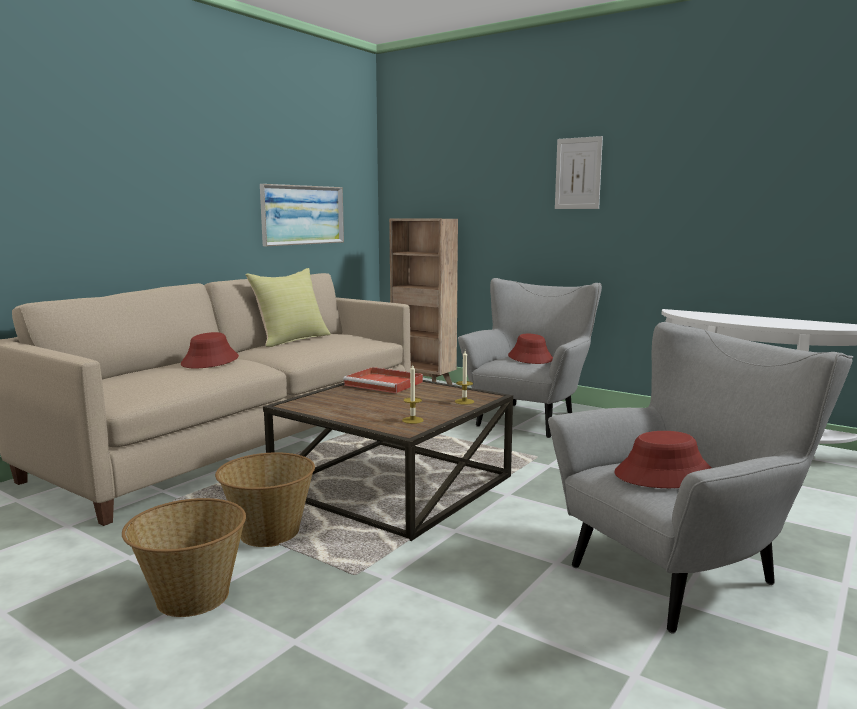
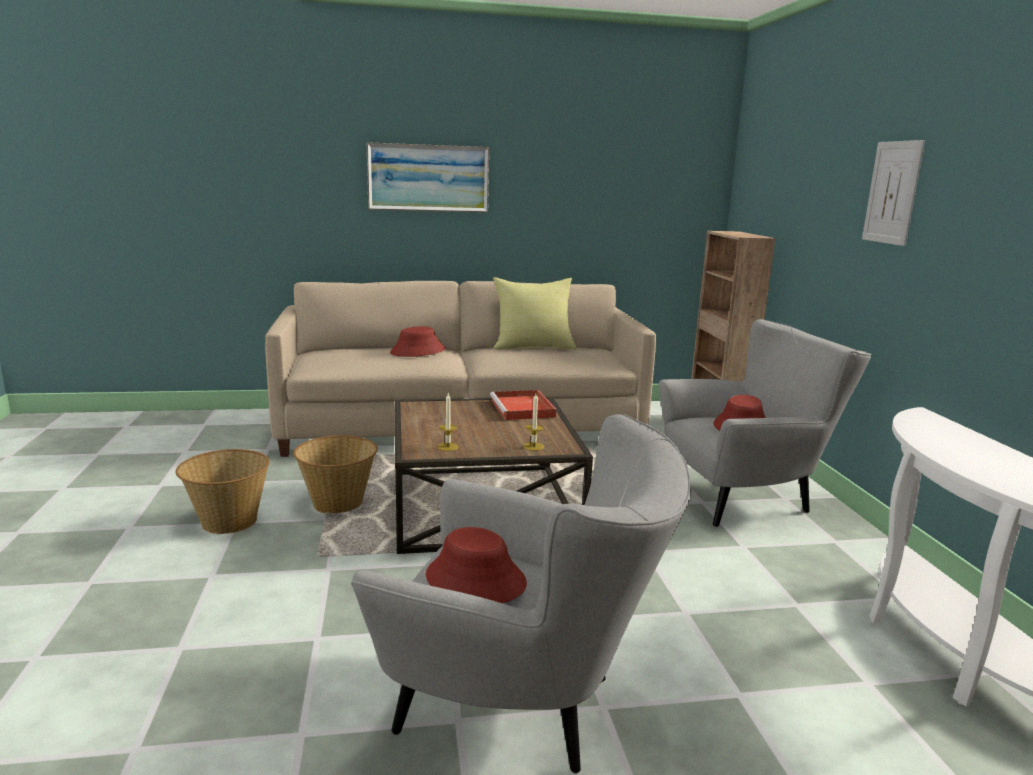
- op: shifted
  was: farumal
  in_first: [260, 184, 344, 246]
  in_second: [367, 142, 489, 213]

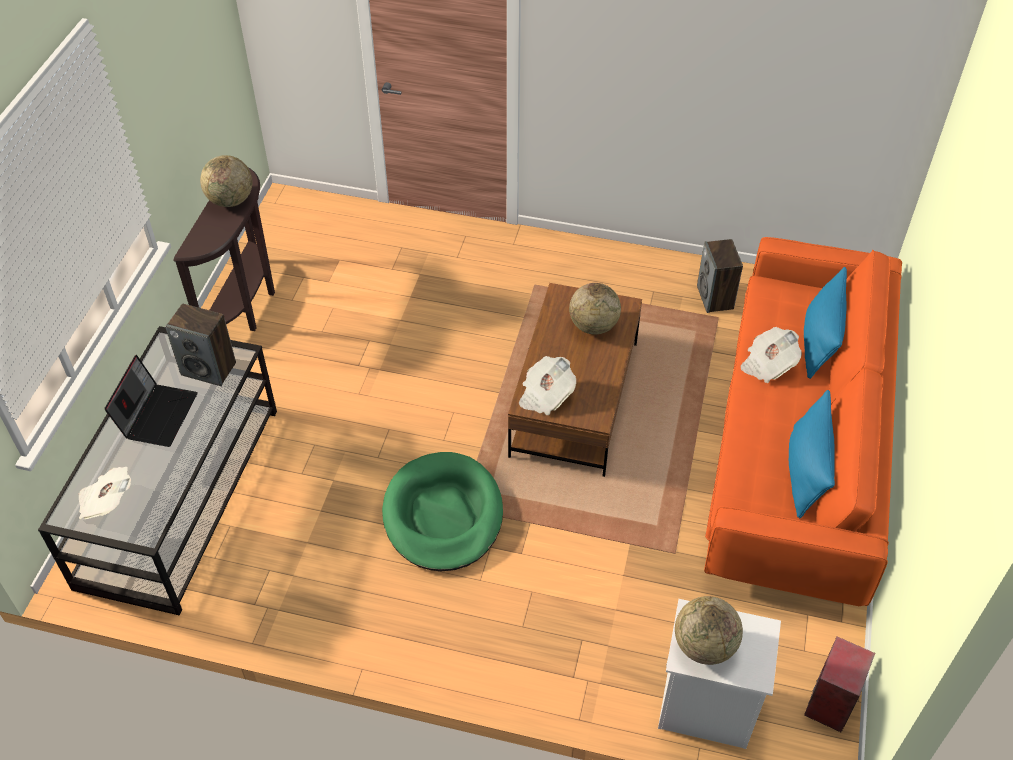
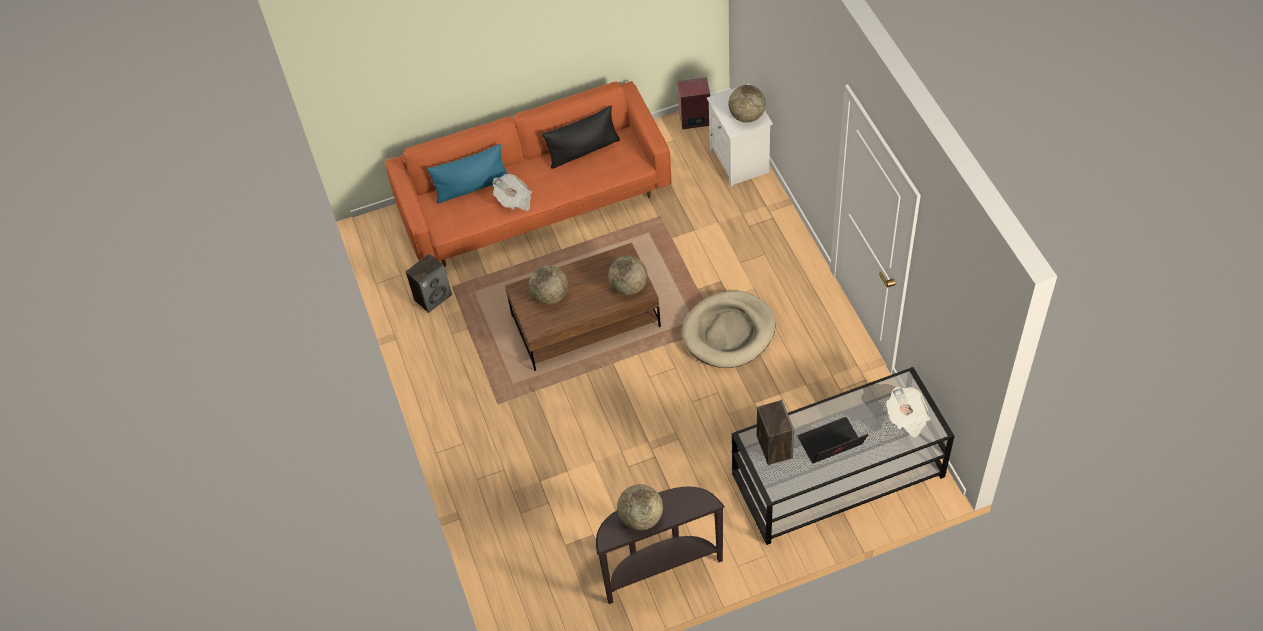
- op: swapped
  was: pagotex
  now: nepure
  in_first: [519, 356, 576, 415]
  in_second: [608, 256, 647, 295]
- op: repainted
  was: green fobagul
  now: beige fobagul
  in_first: [382, 452, 503, 571]
  in_second: [682, 291, 776, 368]
- op: repainted
  was: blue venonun
  now: black venonun
  in_first: [789, 390, 835, 518]
  in_second: [542, 105, 620, 169]

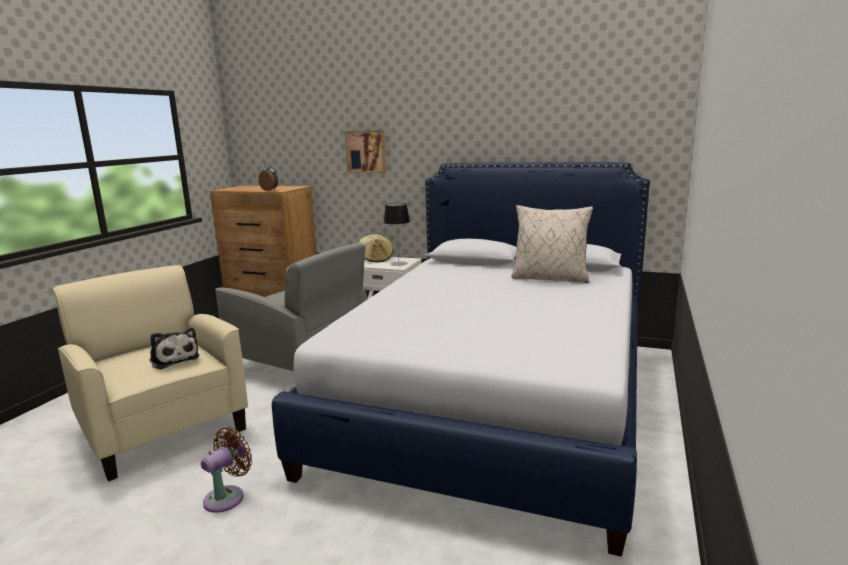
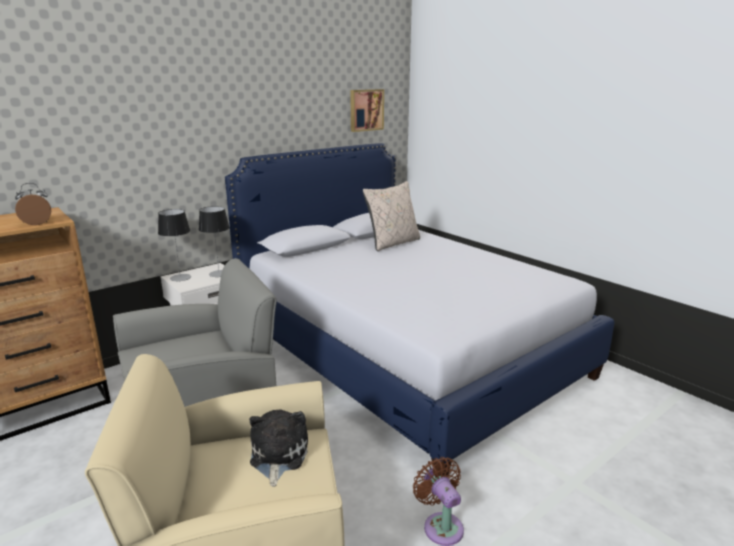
- op: shifted
  was: farumal
  in_first: [345, 130, 386, 173]
  in_second: [350, 89, 384, 132]
- op: swapped
  was: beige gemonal
  now: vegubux
  in_first: [359, 235, 393, 263]
  in_second: [158, 209, 191, 282]
- op: rotated
  was: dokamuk
  in_first: [149, 328, 199, 369]
  in_second: [249, 409, 308, 487]
  clockwise: -75

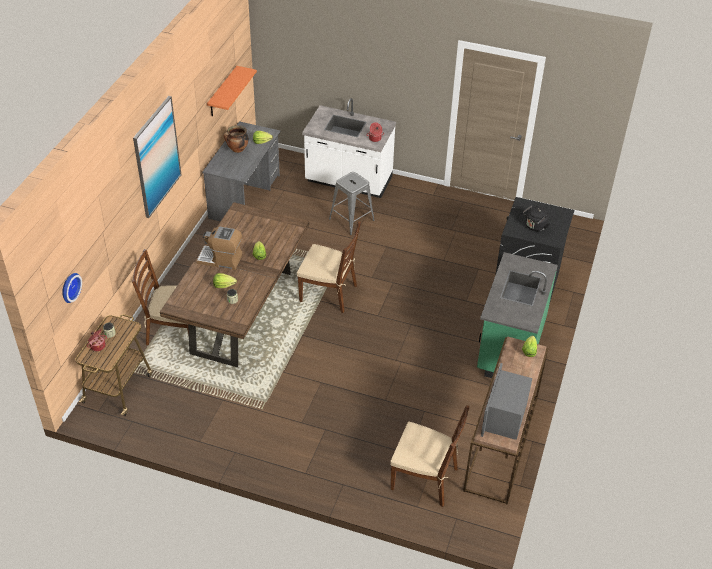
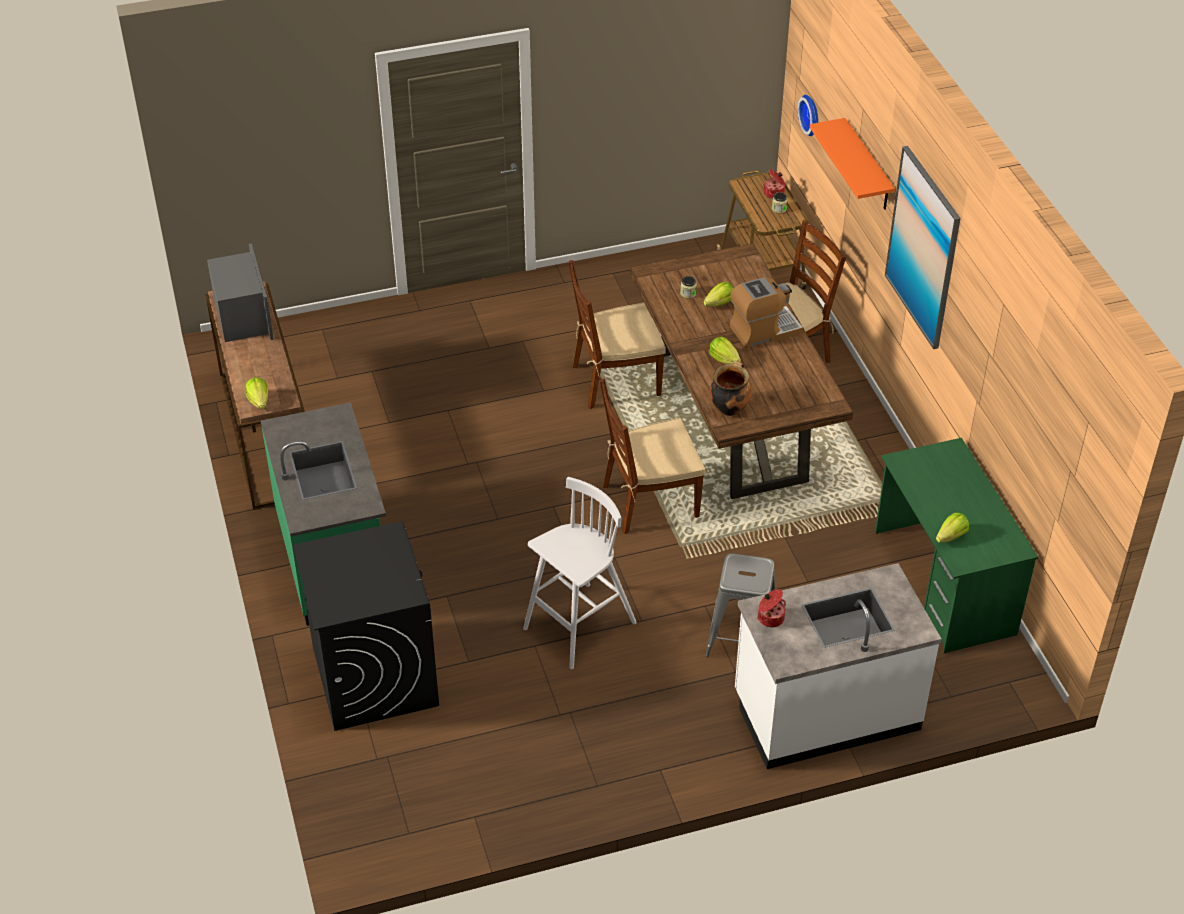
- op: gone
  was: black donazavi
  in_first: [523, 205, 550, 231]
- op: new
  now: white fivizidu
  in_second: [523, 477, 637, 669]
- op: shifted
  was: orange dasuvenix
  in_first: [207, 66, 257, 116]
  in_second: [810, 118, 895, 210]
- op: shifted
  was: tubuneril
  in_first: [224, 125, 249, 153]
  in_second: [710, 361, 752, 416]
- op: shifted
  was: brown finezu
  in_first: [390, 405, 469, 507]
  in_second: [569, 260, 666, 409]
- op: repainted
  was: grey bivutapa
  now: green bivutapa
  in_first: [202, 121, 280, 222]
  in_second: [875, 438, 1038, 653]

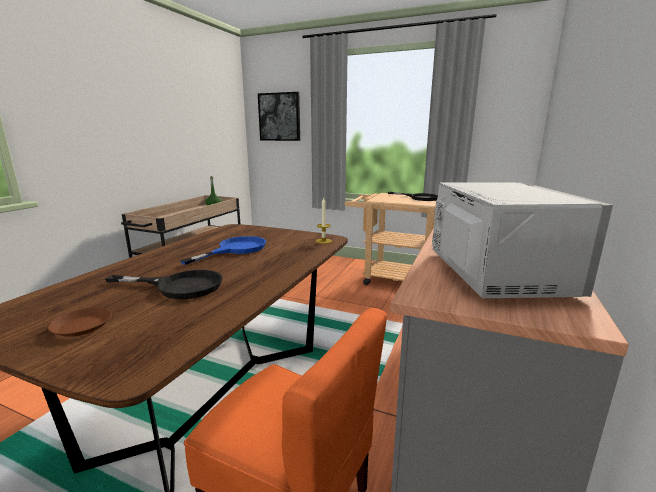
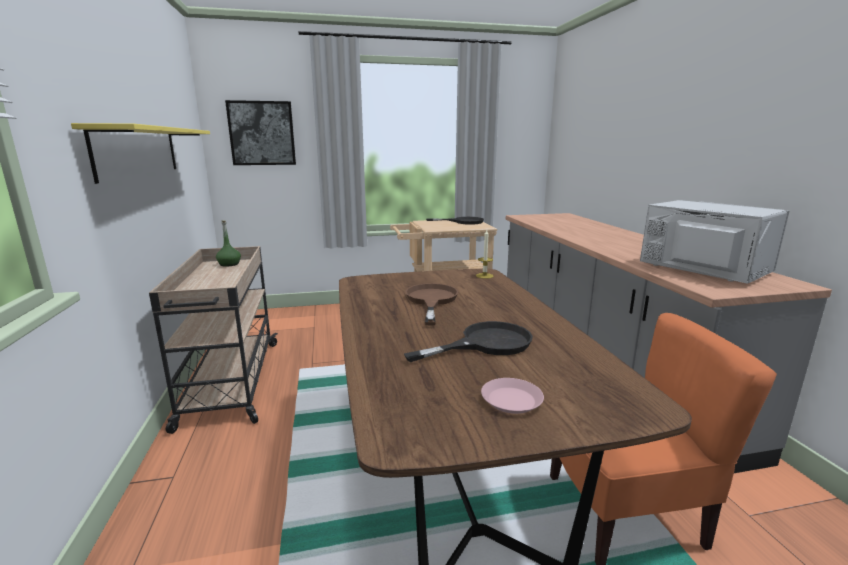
- op: new
  now: yellow dasuvenix
  in_second: [71, 123, 210, 184]
- op: repainted
  was: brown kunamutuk
  now: pink kunamutuk
  in_first: [48, 307, 112, 337]
  in_second: [481, 378, 544, 414]
- op: repainted
  was: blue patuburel
  now: brown patuburel
  in_first: [180, 236, 266, 265]
  in_second: [405, 283, 458, 326]

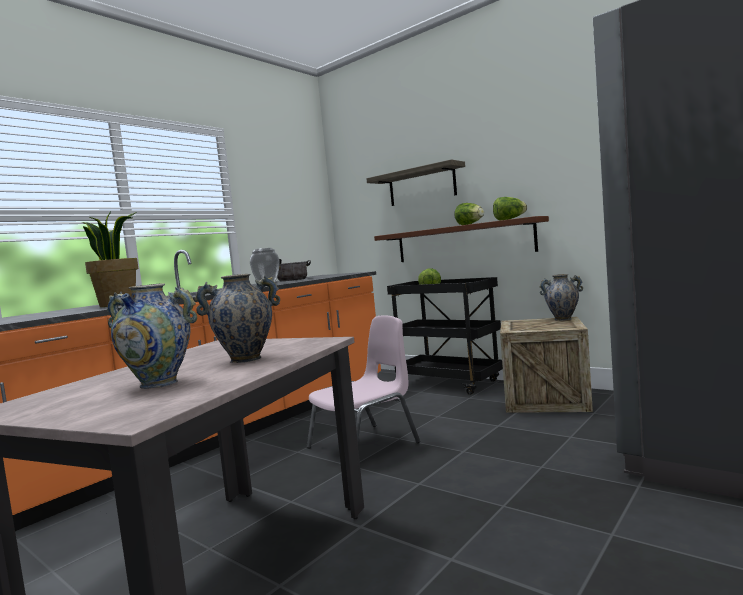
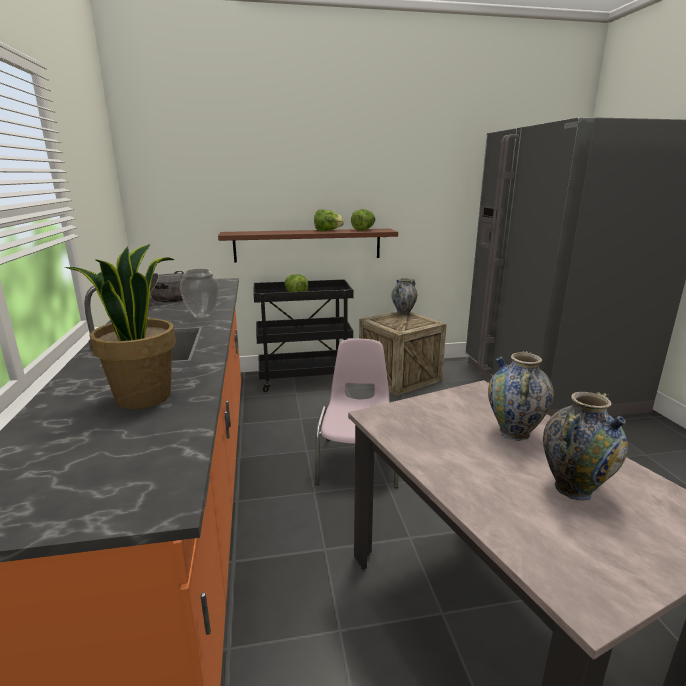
- op: gone
  was: dasuvenix
  in_first: [366, 160, 465, 206]

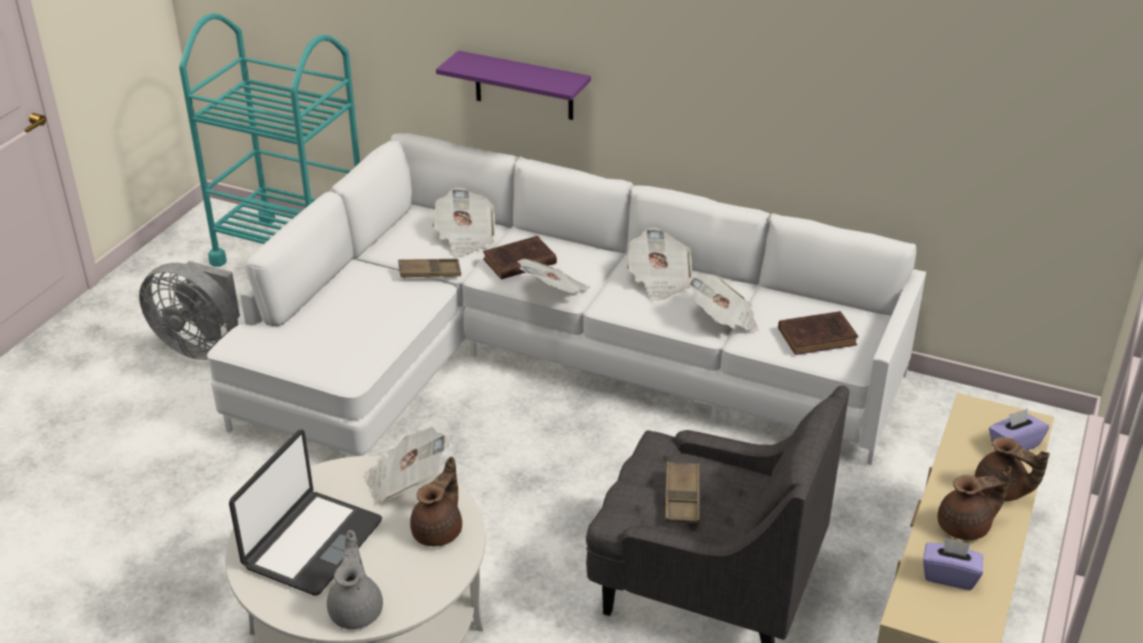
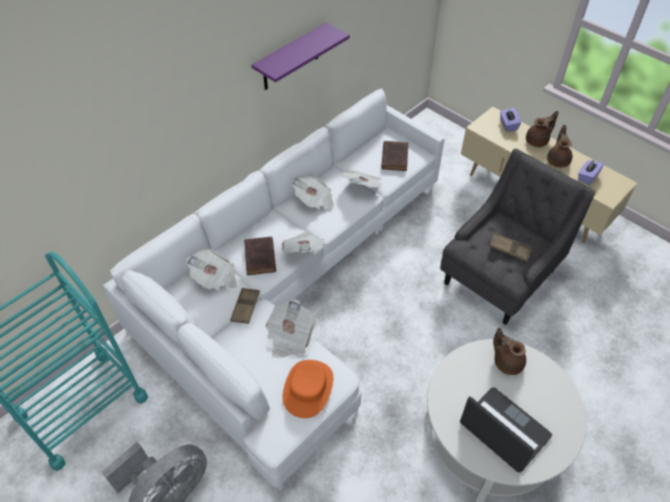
- op: gone
  was: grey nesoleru
  in_first: [327, 530, 383, 629]
- op: new
  now: orange gemonal
  in_second: [283, 360, 333, 418]
- op: shifted
  was: pagotex
  in_first: [363, 427, 449, 502]
  in_second: [266, 300, 315, 358]
- op: shifted
  was: purple dasuvenix
  in_first: [436, 51, 591, 120]
  in_second: [252, 23, 350, 90]

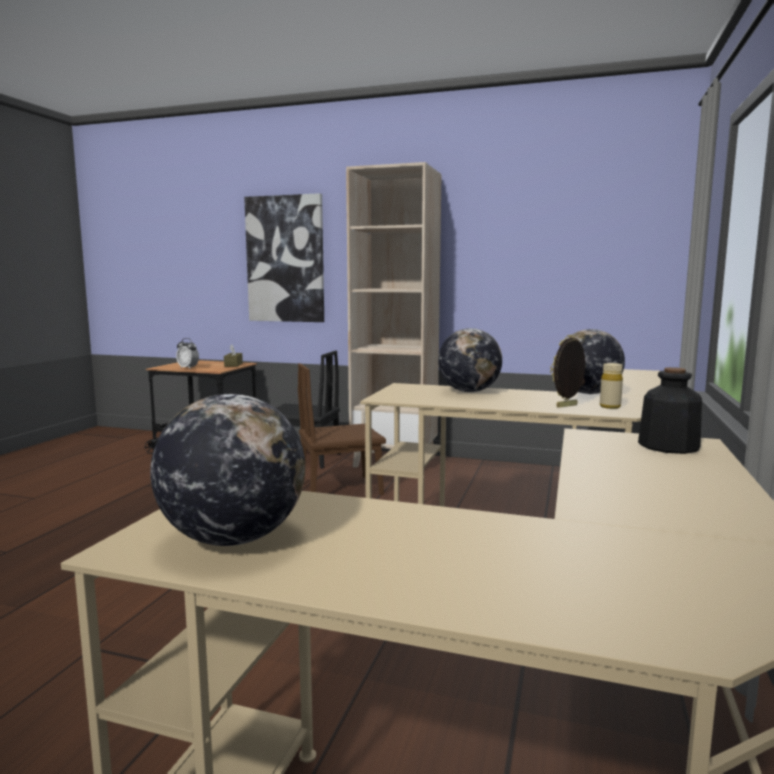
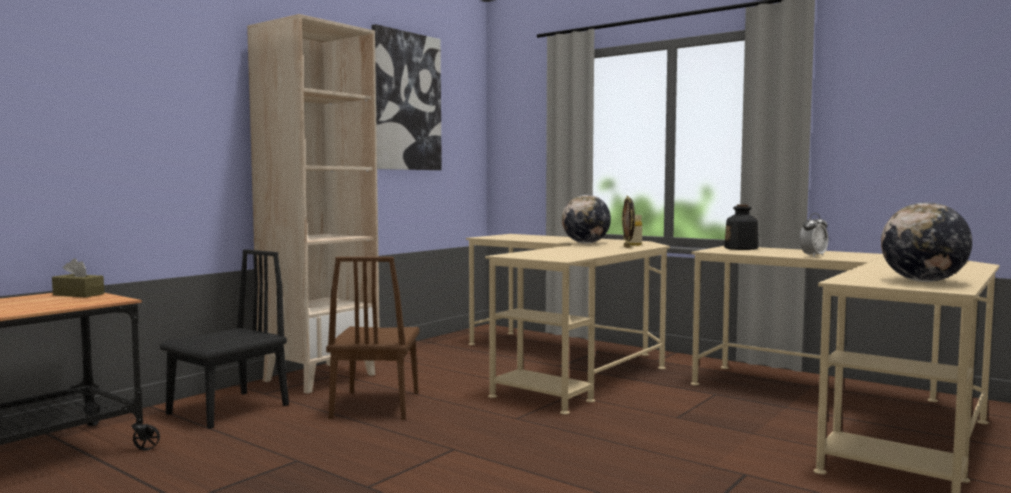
- op: gone
  was: nepure
  in_first: [438, 328, 502, 392]
- op: shifted
  was: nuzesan
  in_first: [176, 338, 199, 369]
  in_second: [800, 213, 828, 257]
- op: shifted
  was: farumal
  in_first: [244, 193, 324, 322]
  in_second: [372, 24, 442, 170]

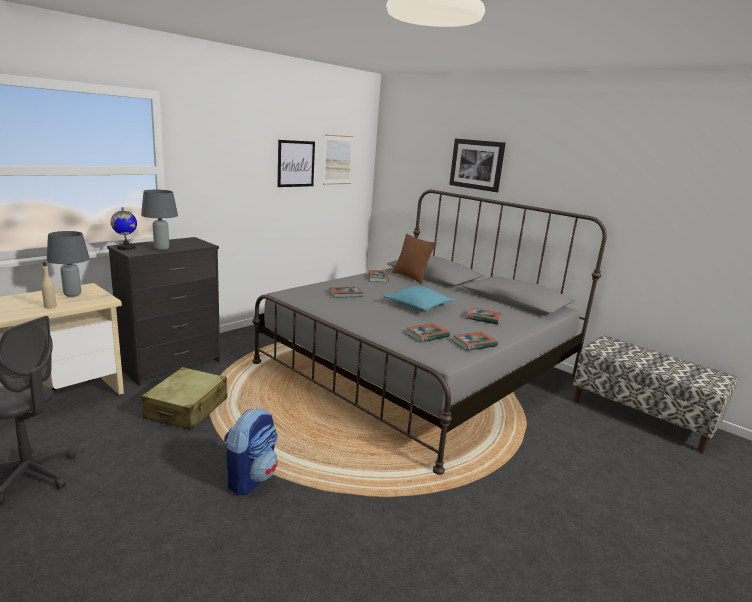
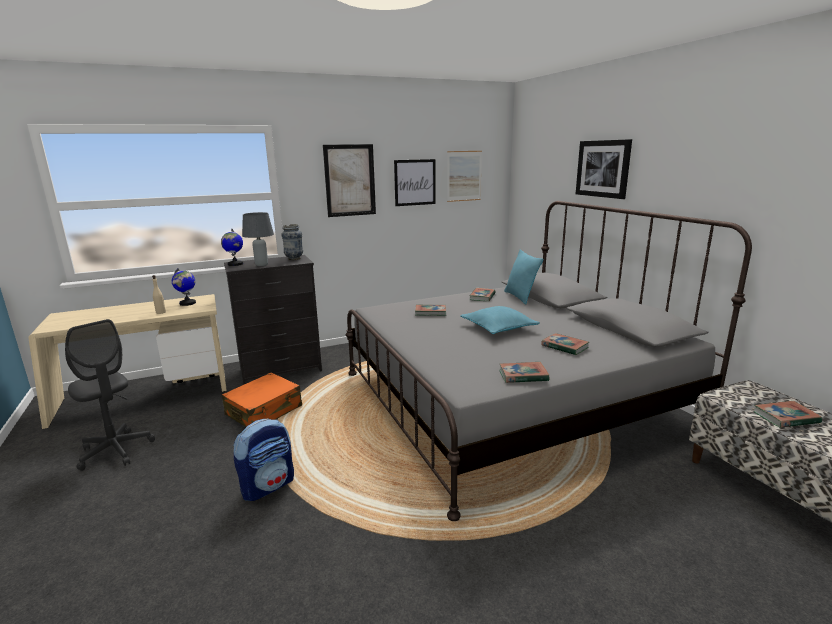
- op: new
  now: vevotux
  in_second: [281, 224, 303, 260]
- op: new
  now: farumal
  in_second: [323, 144, 376, 217]
- op: shifted
  was: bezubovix
  in_first: [406, 323, 450, 342]
  in_second: [753, 401, 822, 428]
- op: swapped
  was: grey vegubux
  now: nepure
  in_first: [47, 231, 90, 297]
  in_second: [172, 268, 196, 306]
- op: repainted
  was: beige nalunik
  now: orange nalunik
  in_first: [141, 367, 227, 431]
  in_second: [222, 372, 302, 427]
- op: repainted
  was: brown venonun
  now: turquoise venonun
  in_first: [392, 234, 437, 284]
  in_second: [504, 249, 543, 305]

